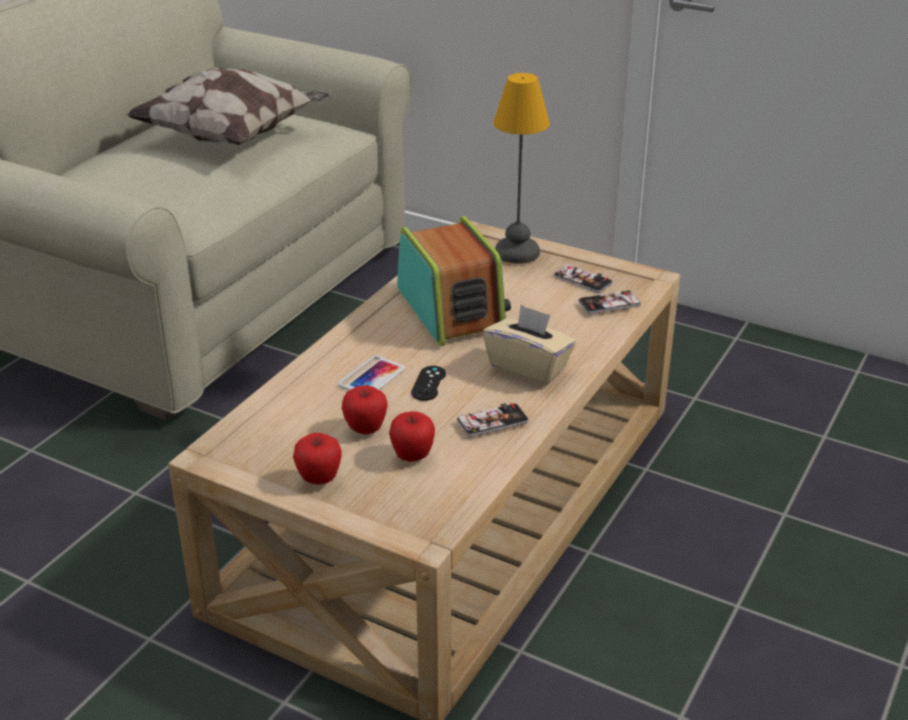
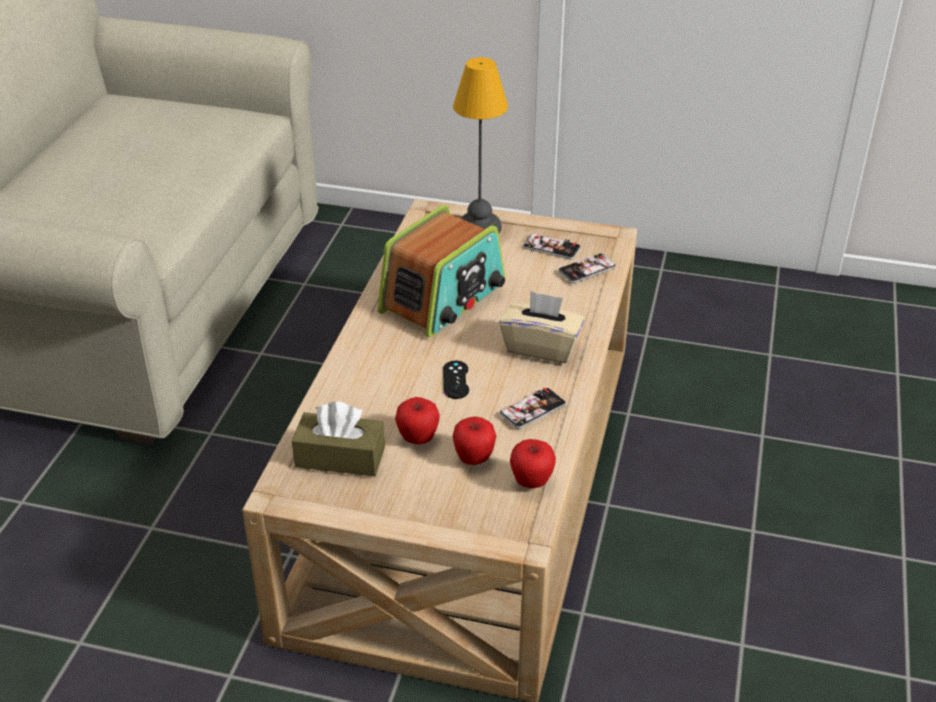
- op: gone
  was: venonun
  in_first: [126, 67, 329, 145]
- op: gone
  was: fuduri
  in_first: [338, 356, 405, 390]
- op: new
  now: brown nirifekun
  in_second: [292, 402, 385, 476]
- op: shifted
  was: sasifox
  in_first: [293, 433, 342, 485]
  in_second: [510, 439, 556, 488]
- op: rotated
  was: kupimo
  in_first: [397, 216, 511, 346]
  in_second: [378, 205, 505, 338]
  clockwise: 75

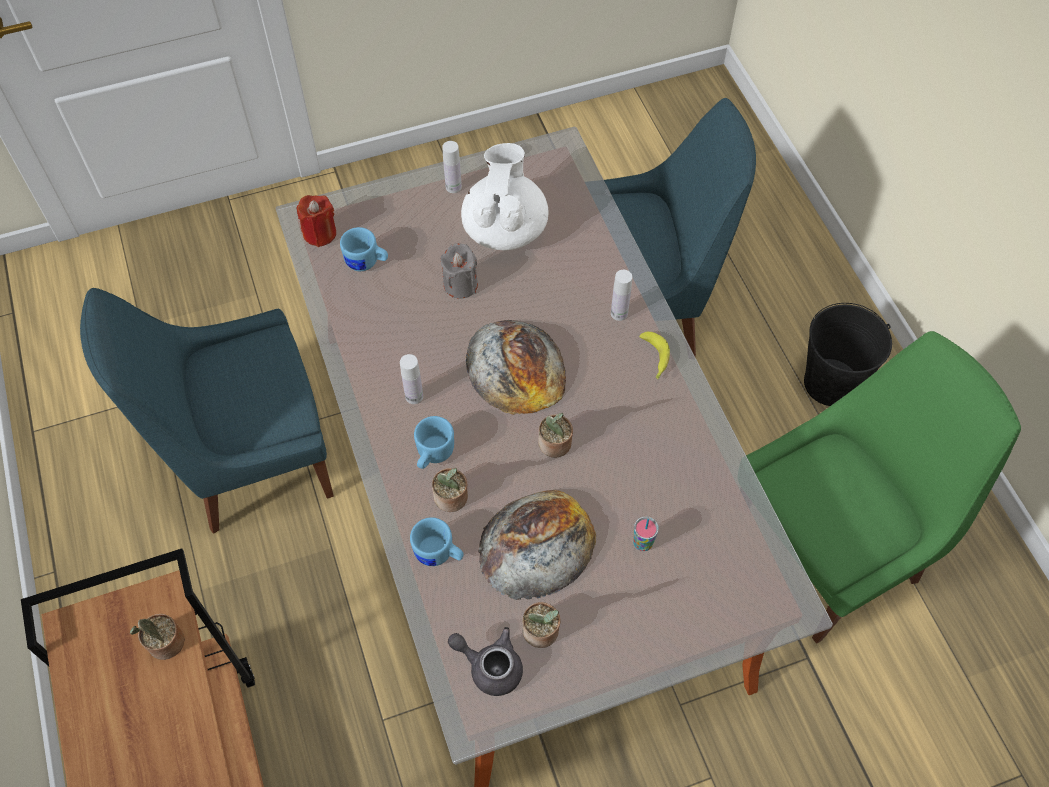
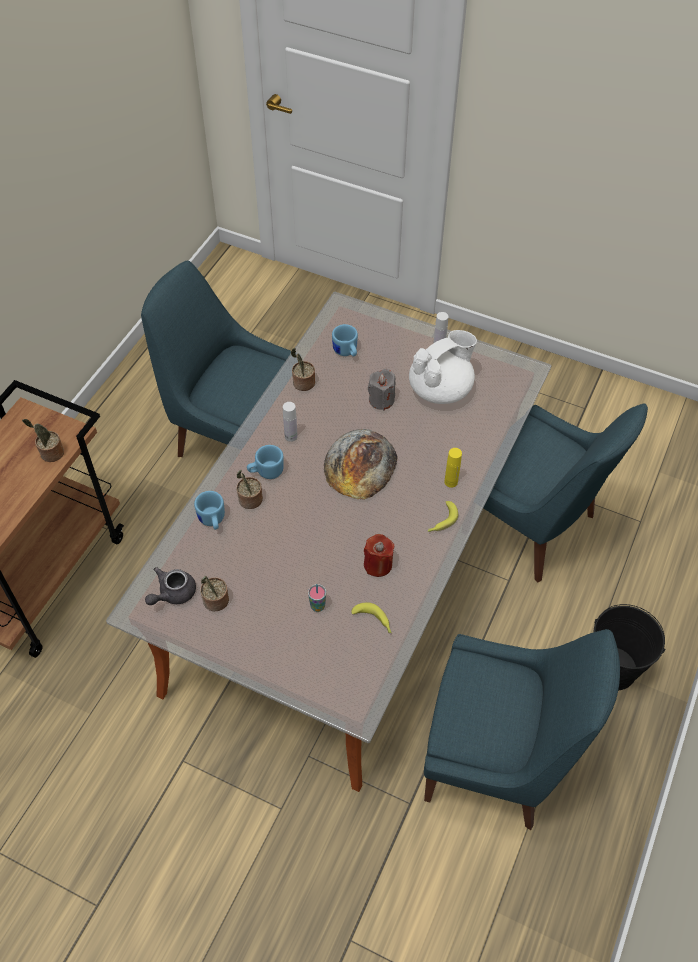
- op: gone
  was: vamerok
  in_first: [478, 490, 596, 600]
- op: new
  now: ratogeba
  in_second: [351, 602, 392, 633]
- op: shifted
  was: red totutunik
  in_first: [297, 195, 336, 247]
  in_second: [364, 534, 394, 577]
- op: shifted
  was: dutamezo
  in_first: [538, 413, 573, 458]
  in_second: [291, 348, 315, 391]
- op: repainted
  was: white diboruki
  now: yellow diboruki
  in_first: [611, 270, 632, 321]
  in_second: [444, 448, 462, 488]
- op: repainted
  was: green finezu
  now: blue finezu
  in_first: [746, 331, 1021, 644]
  in_second: [424, 629, 620, 830]
- op: rotated
  was: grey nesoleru
  in_first: [448, 627, 523, 696]
  in_second: [145, 567, 196, 605]
  clockwise: -120

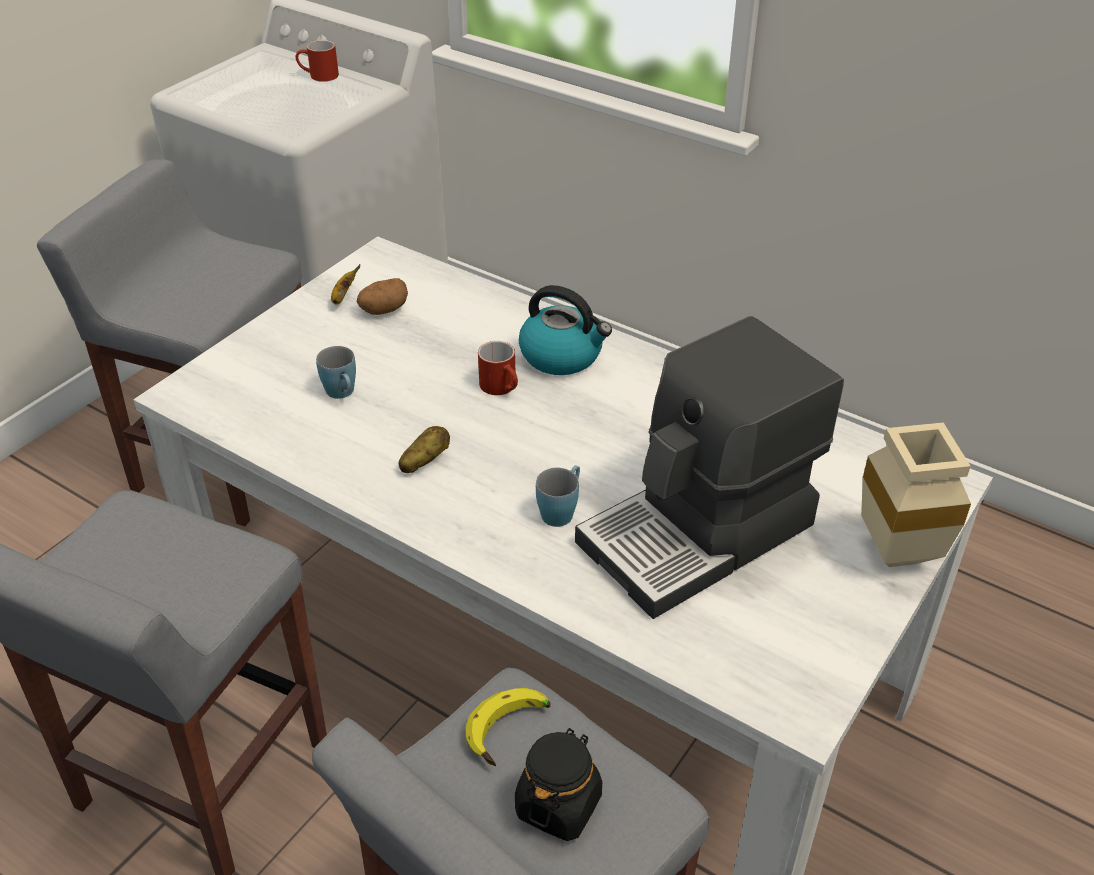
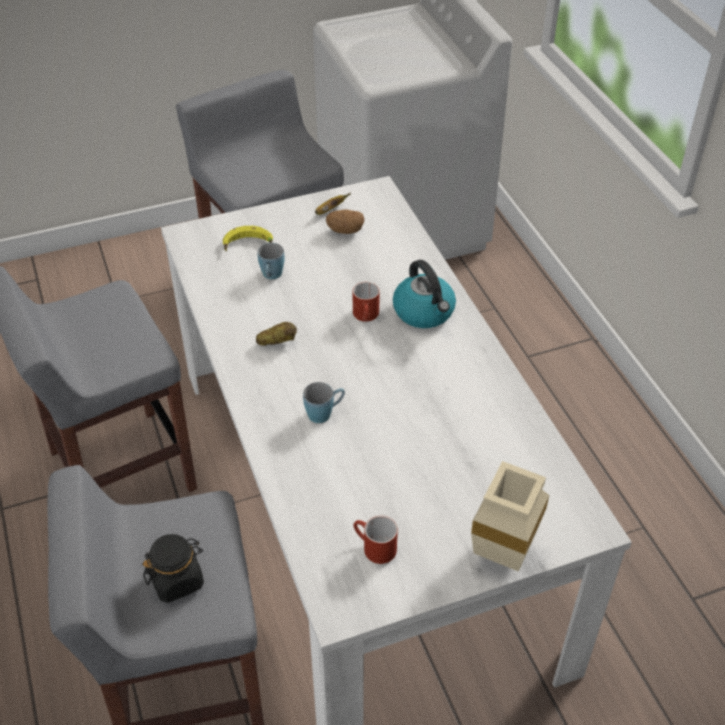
- op: gone
  was: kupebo
  in_first: [575, 316, 844, 619]
- op: shifted
  was: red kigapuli
  in_first: [296, 40, 339, 82]
  in_second: [353, 516, 398, 564]
- op: shifted
  was: ratogeba
  in_first: [465, 688, 550, 766]
  in_second: [223, 226, 273, 251]

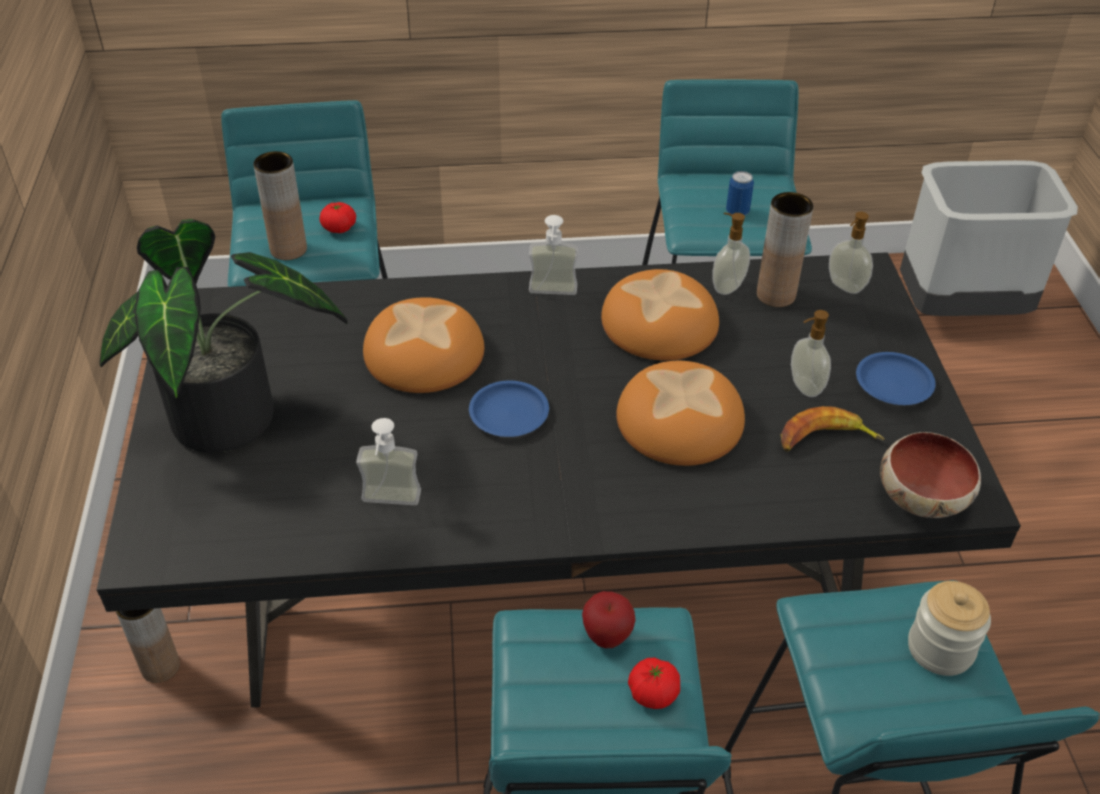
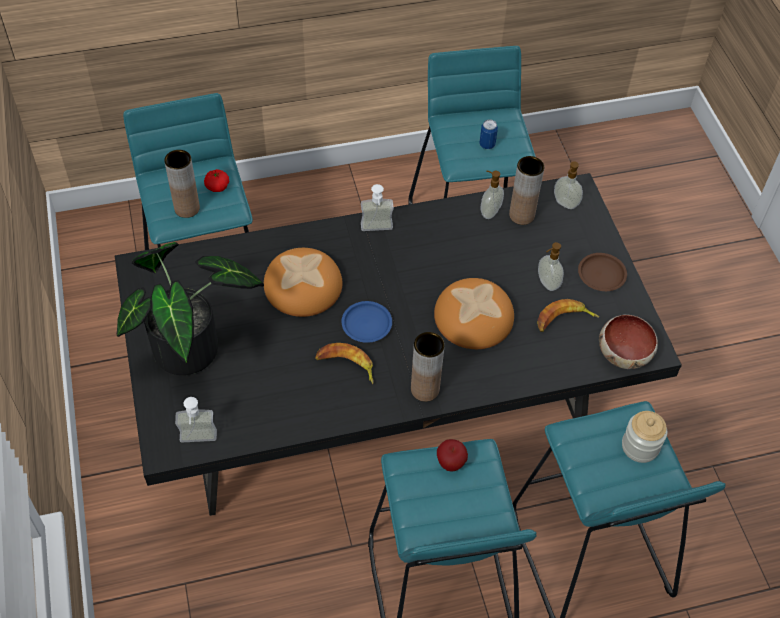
- op: gone
  was: vamerok
  in_first: [601, 269, 719, 361]
- op: gone
  was: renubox
  in_first: [628, 658, 680, 709]
- op: gone
  was: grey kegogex
  in_first: [900, 160, 1078, 316]
- op: new
  now: ratogeba
  in_second: [315, 343, 373, 384]
- op: shifted
  was: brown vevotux
  in_first: [116, 608, 180, 683]
  in_second: [411, 332, 445, 402]
- op: shifted
  was: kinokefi
  in_first: [356, 418, 421, 505]
  in_second: [175, 397, 217, 442]
- op: repainted
  was: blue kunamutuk
  now: brown kunamutuk
  in_first: [856, 352, 936, 405]
  in_second: [578, 253, 627, 291]

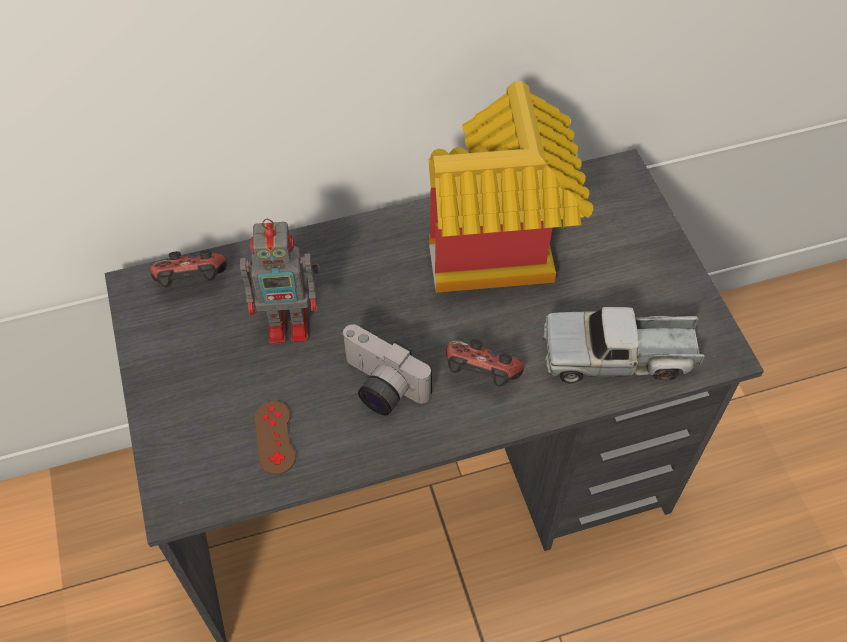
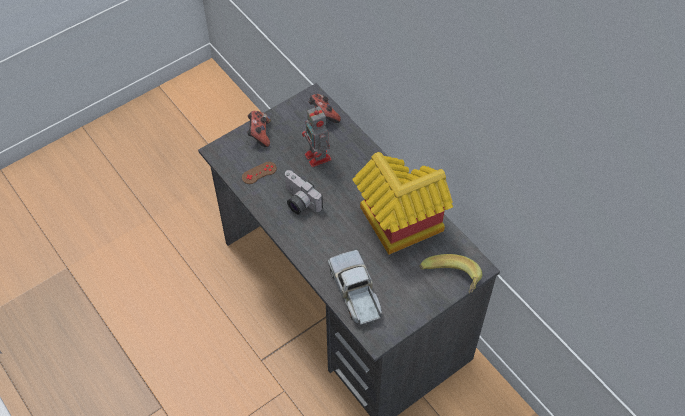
- op: new
  now: ratogeba
  in_second: [419, 254, 482, 293]
- op: shifted
  was: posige
  in_first: [446, 339, 524, 387]
  in_second: [247, 111, 271, 147]
- op: rotated
  was: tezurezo
  in_first: [341, 324, 432, 416]
  in_second: [284, 170, 323, 215]
  clockwise: -60

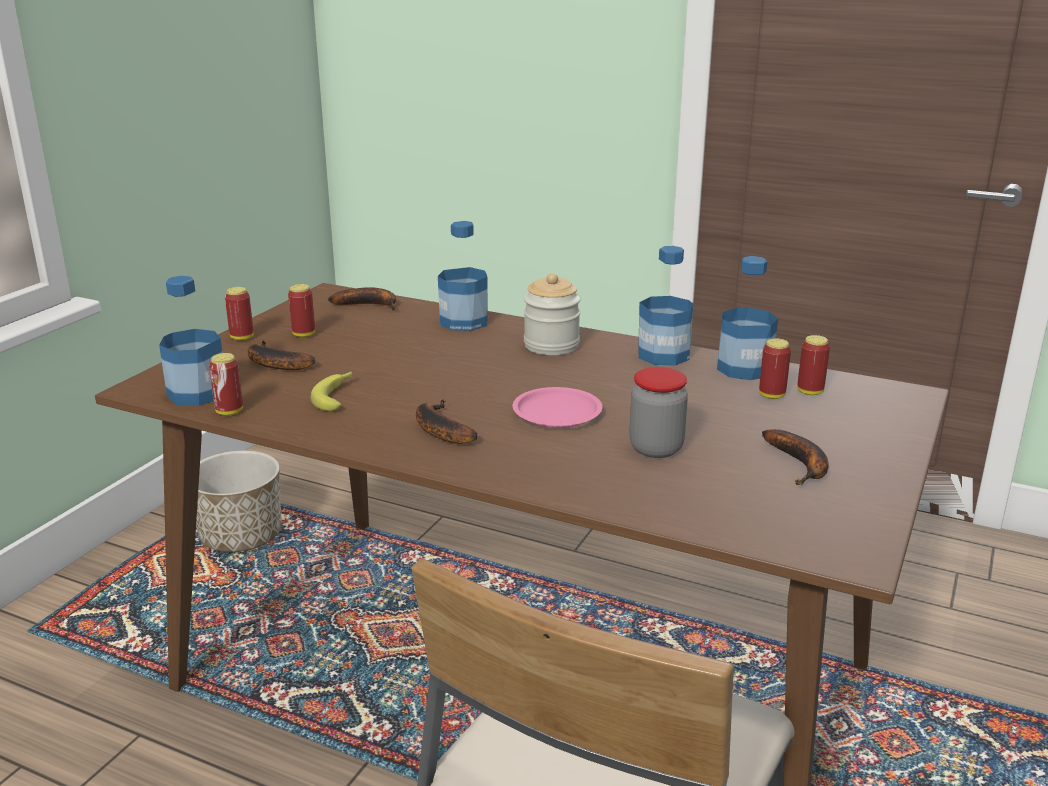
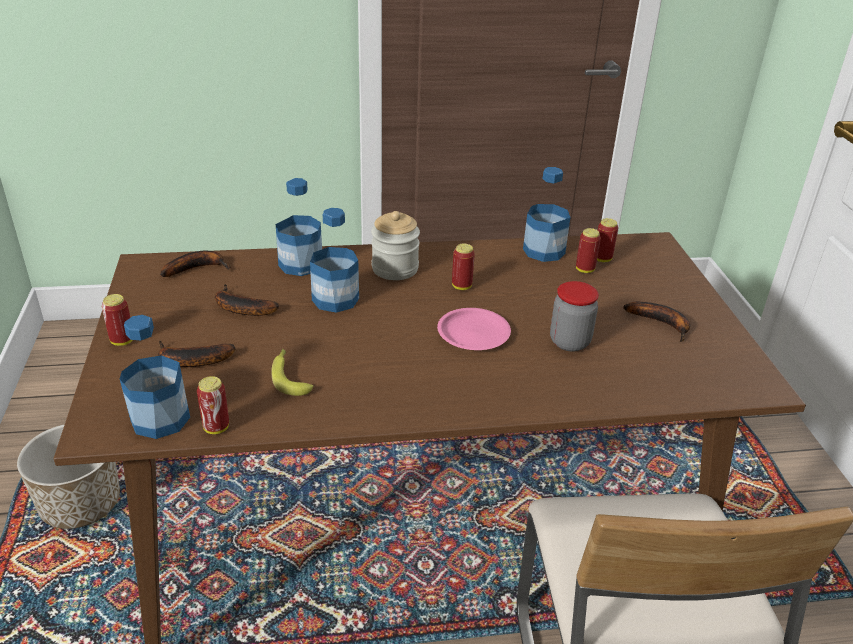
- op: shifted
  was: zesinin
  in_first: [288, 284, 315, 337]
  in_second: [452, 244, 475, 290]
- op: shifted
  was: ratogeba
  in_first: [416, 399, 478, 444]
  in_second: [215, 284, 279, 316]
- op: shifted
  was: diboruki
  in_first: [638, 246, 693, 365]
  in_second: [310, 208, 359, 313]

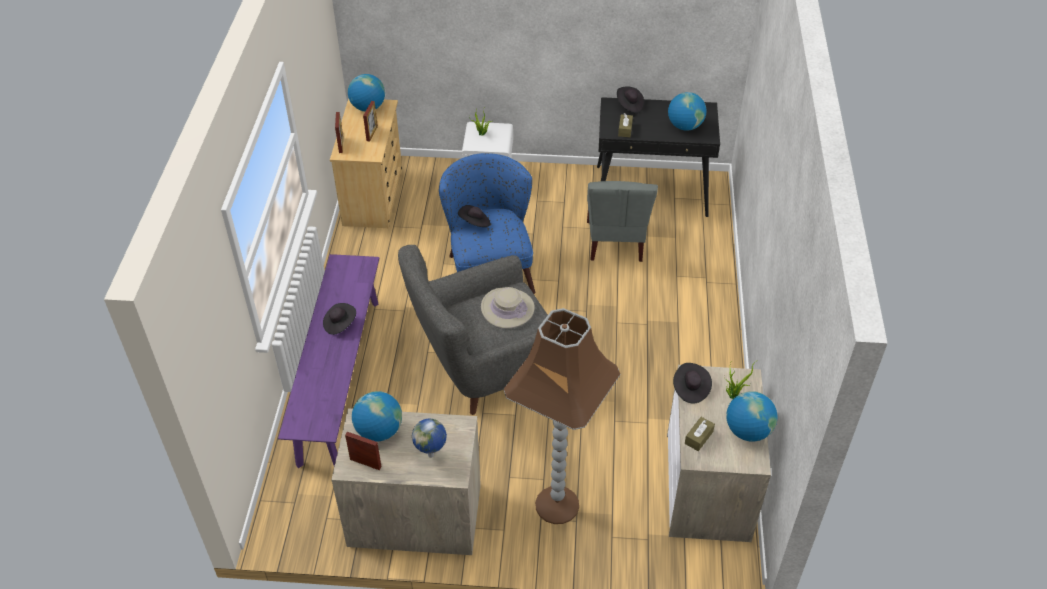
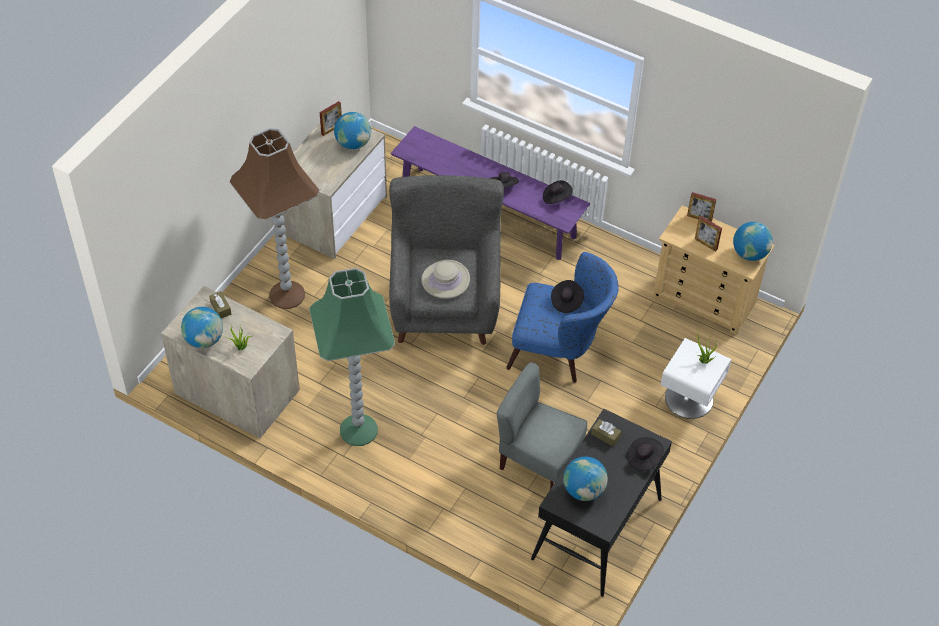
- op: gone
  was: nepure
  in_first: [412, 419, 447, 458]
- op: new
  now: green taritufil
  in_second: [309, 268, 395, 446]
- op: shifted
  was: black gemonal
  in_first: [673, 363, 712, 404]
  in_second: [543, 180, 573, 204]

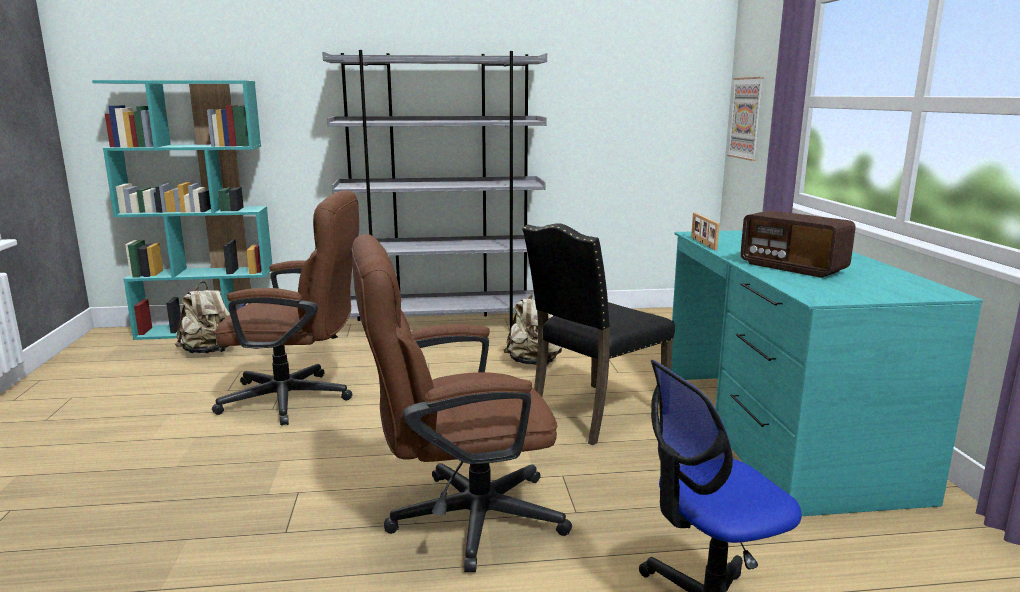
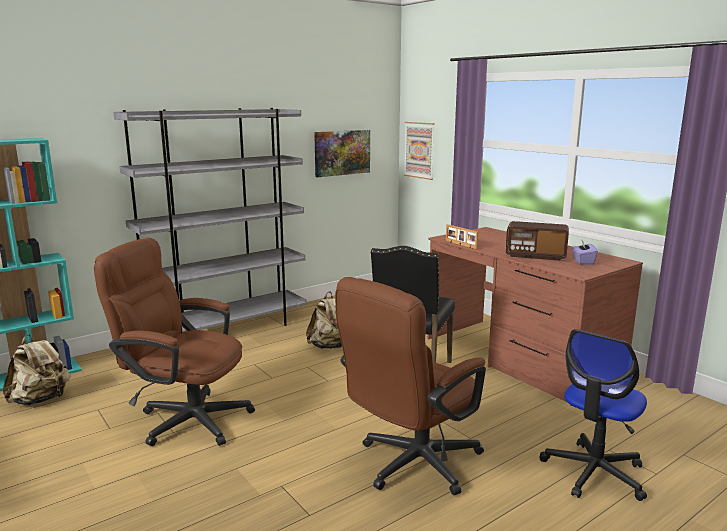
- op: new
  now: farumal
  in_second: [314, 130, 370, 177]
- op: new
  now: purple nirifekun
  in_second: [572, 239, 598, 265]
- op: repainted
  was: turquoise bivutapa
  now: brown bivutapa
  in_first: [671, 230, 983, 516]
  in_second: [427, 227, 643, 406]
- op: rotated
  was: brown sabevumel
  in_first: [212, 190, 359, 426]
  in_second: [94, 238, 255, 446]
  clockwise: -135

